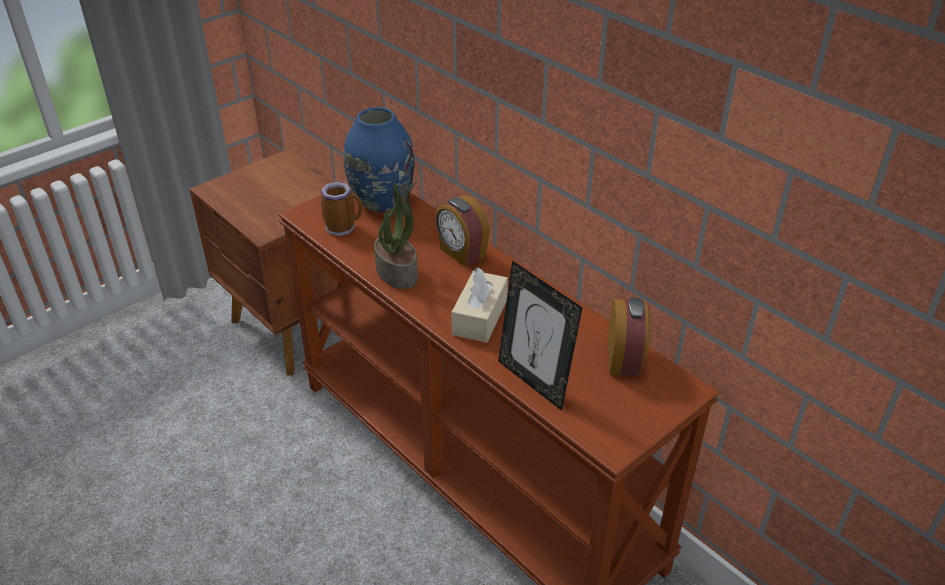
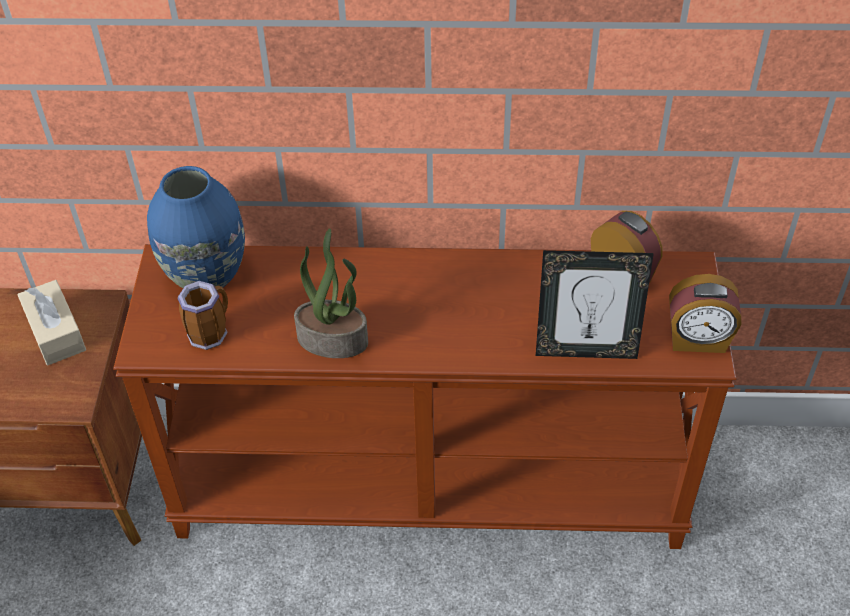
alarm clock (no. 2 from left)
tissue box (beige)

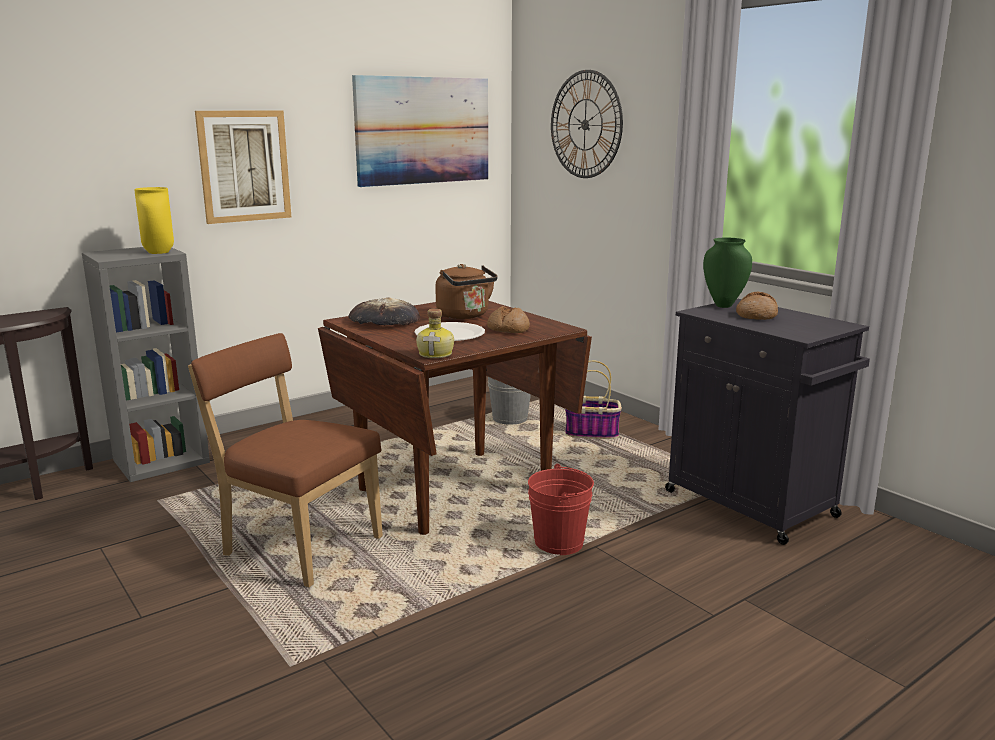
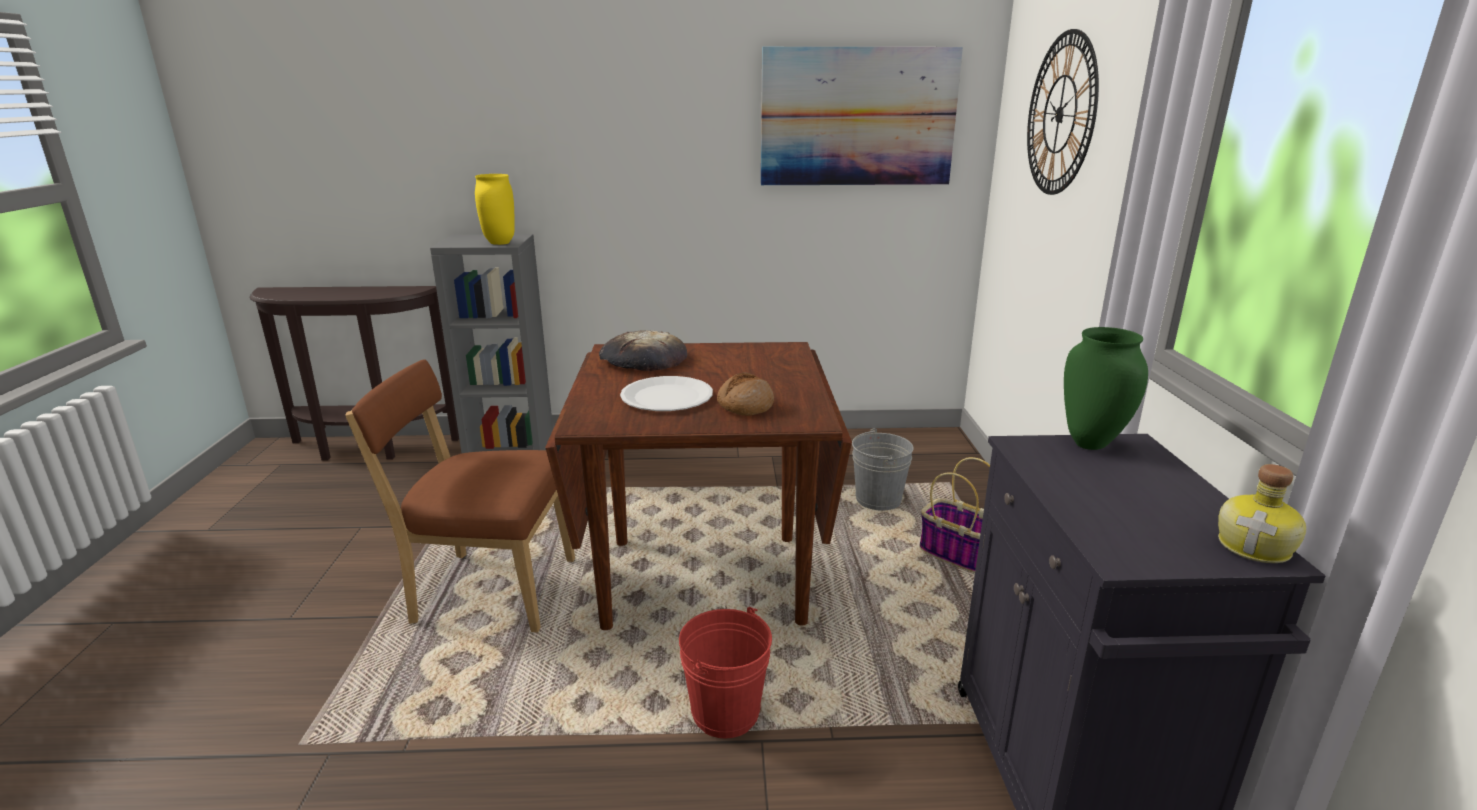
picture (no. 1 from left in the first image)
kettle (brown)
bread (no. 3 from left in the first image)
bottle
chair (brown)

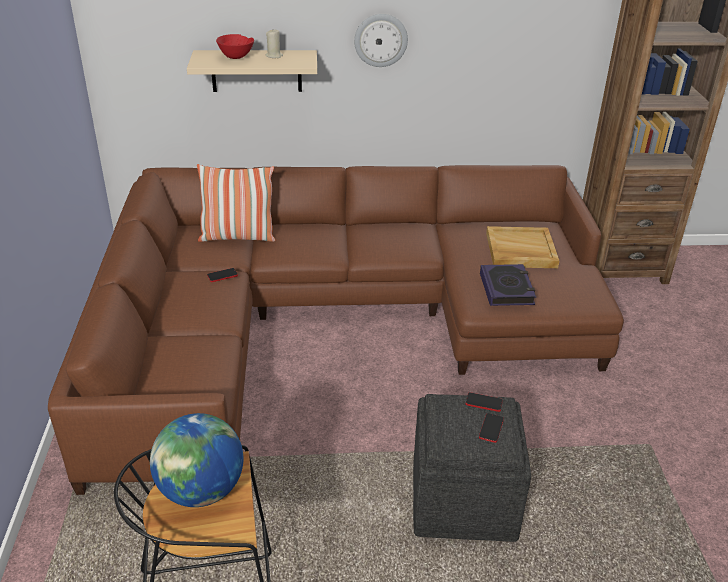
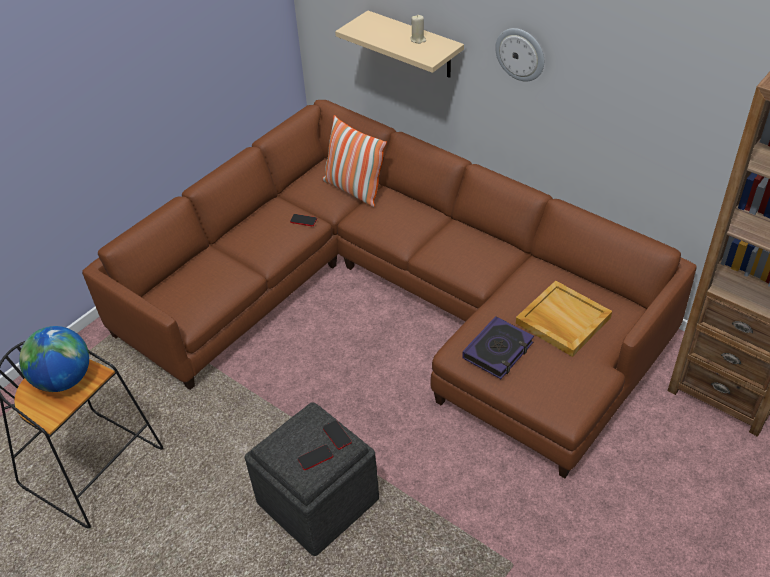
bowl (red)

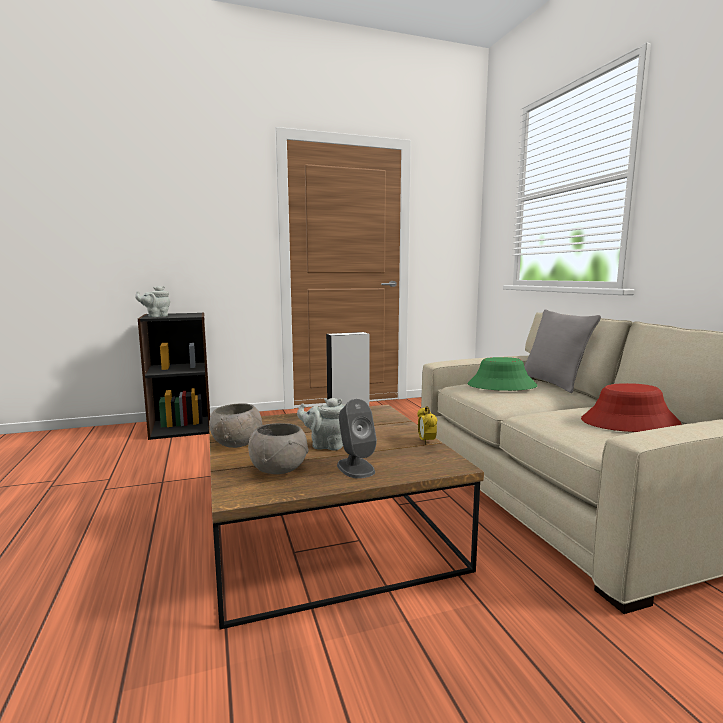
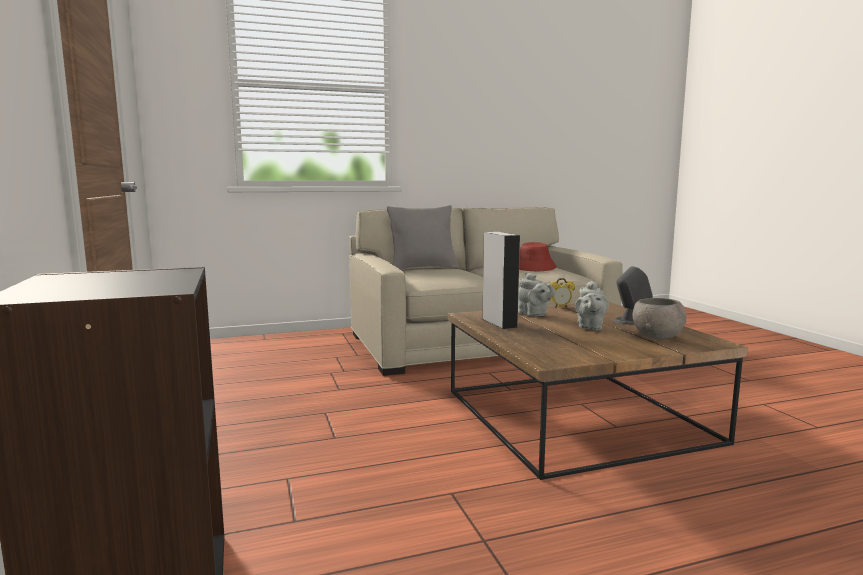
bowl (grey) (no. 1 from left in the first image)
hat (green)
teapot (grey) (no. 1 from left)

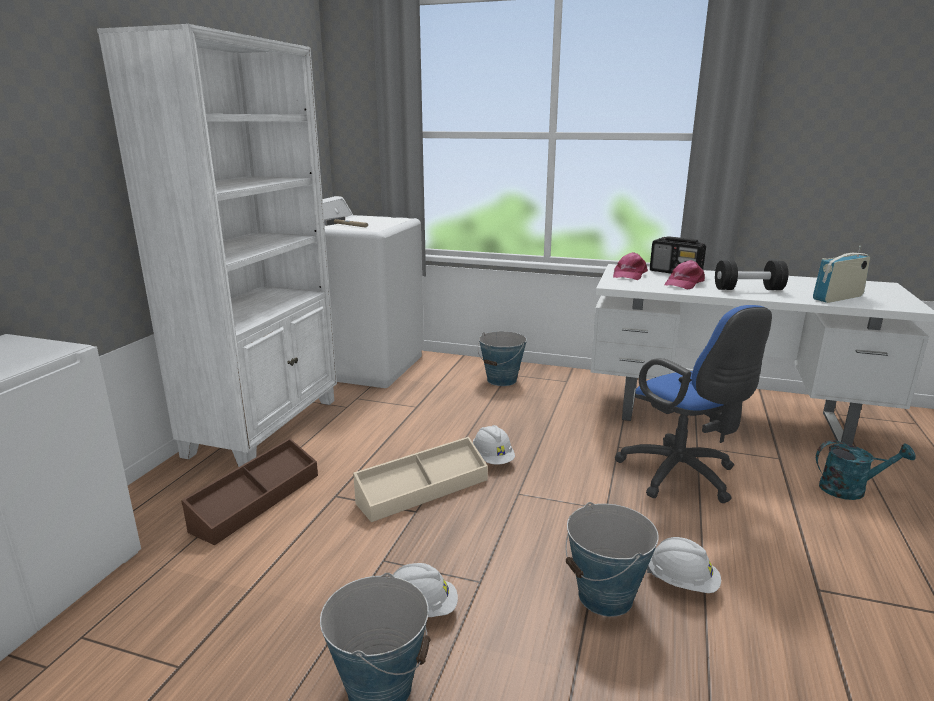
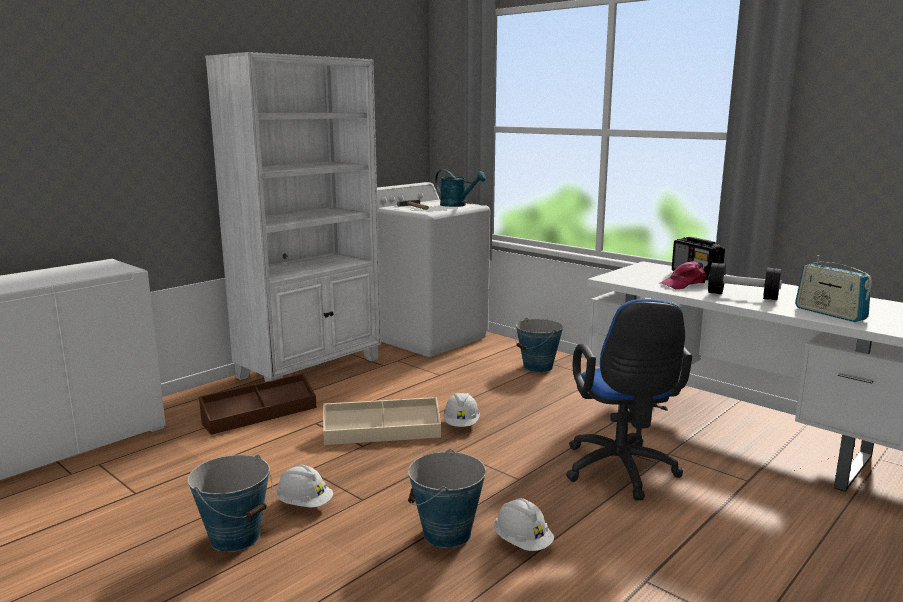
cap (pink) (no. 1 from left in the first image)
watering can (turquoise)
radio (no. 2 from left)

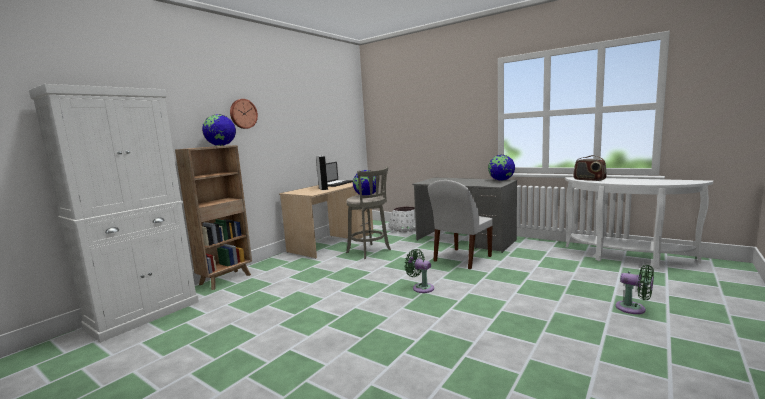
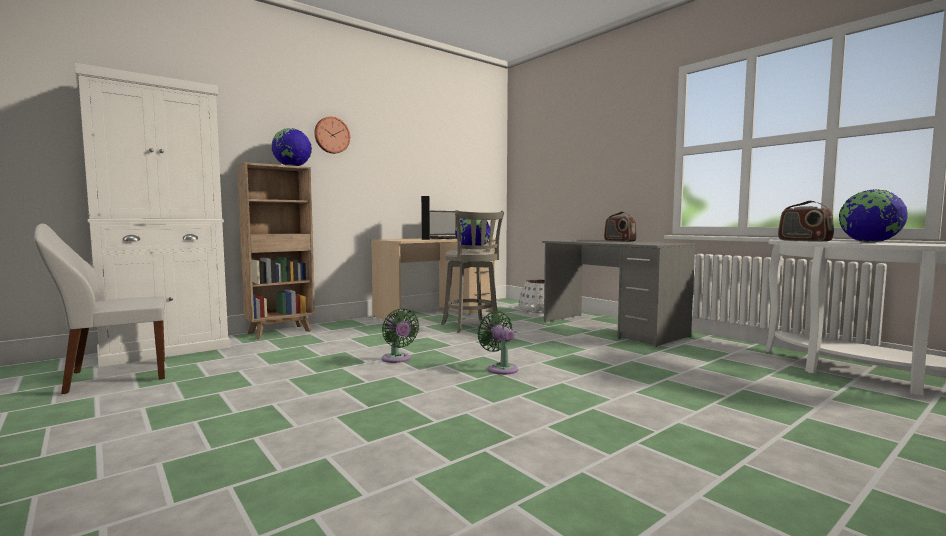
radio (no. 1 from left)
chair (white)
globe (no. 3 from left)
fan (green) (no. 1 from left)

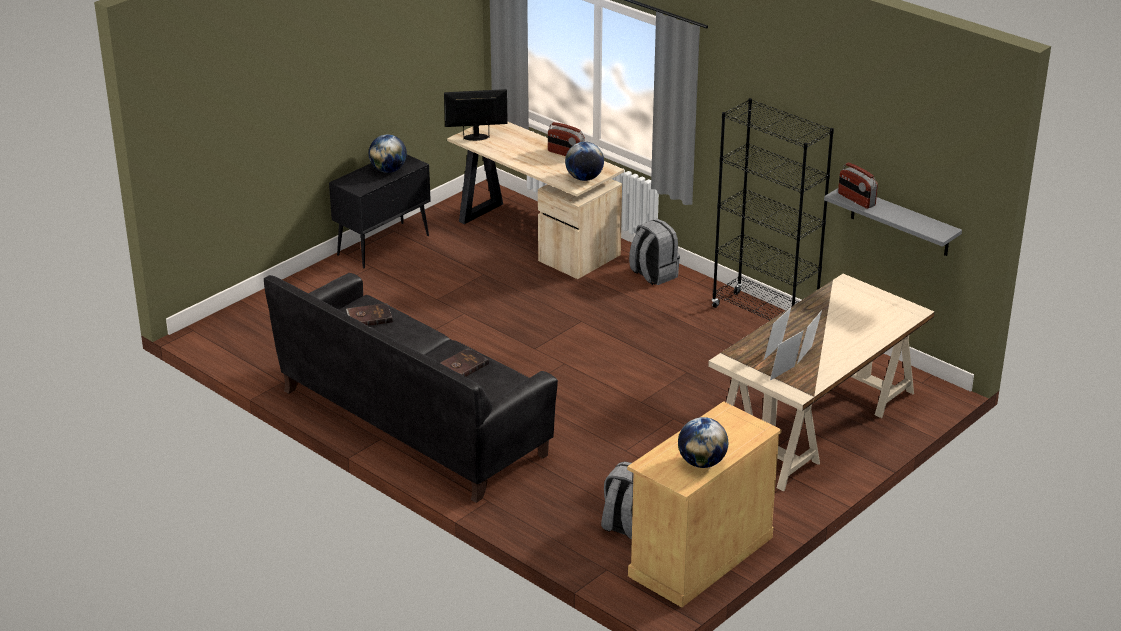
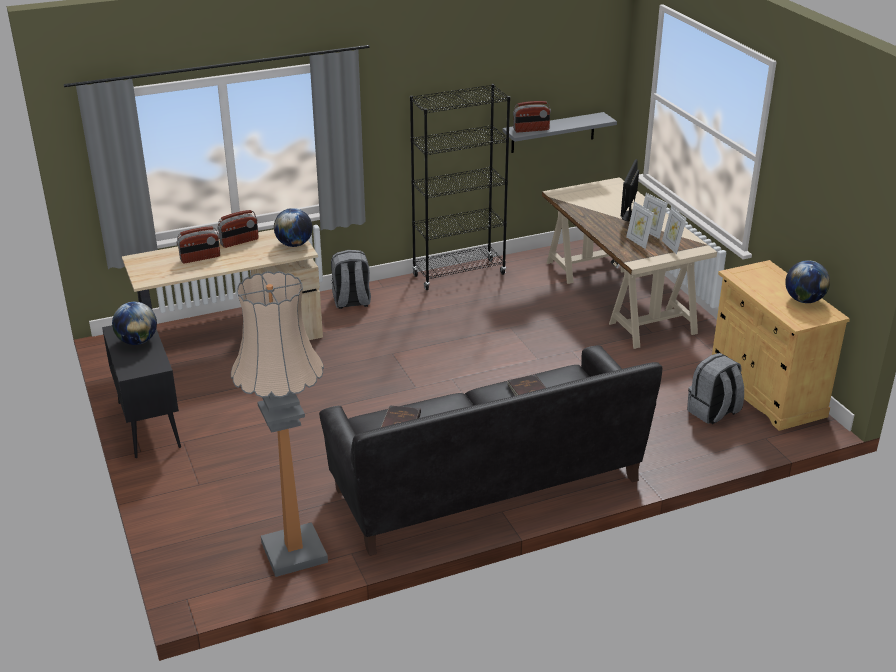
radio (no. 1 from left)
floor lamp
monitor

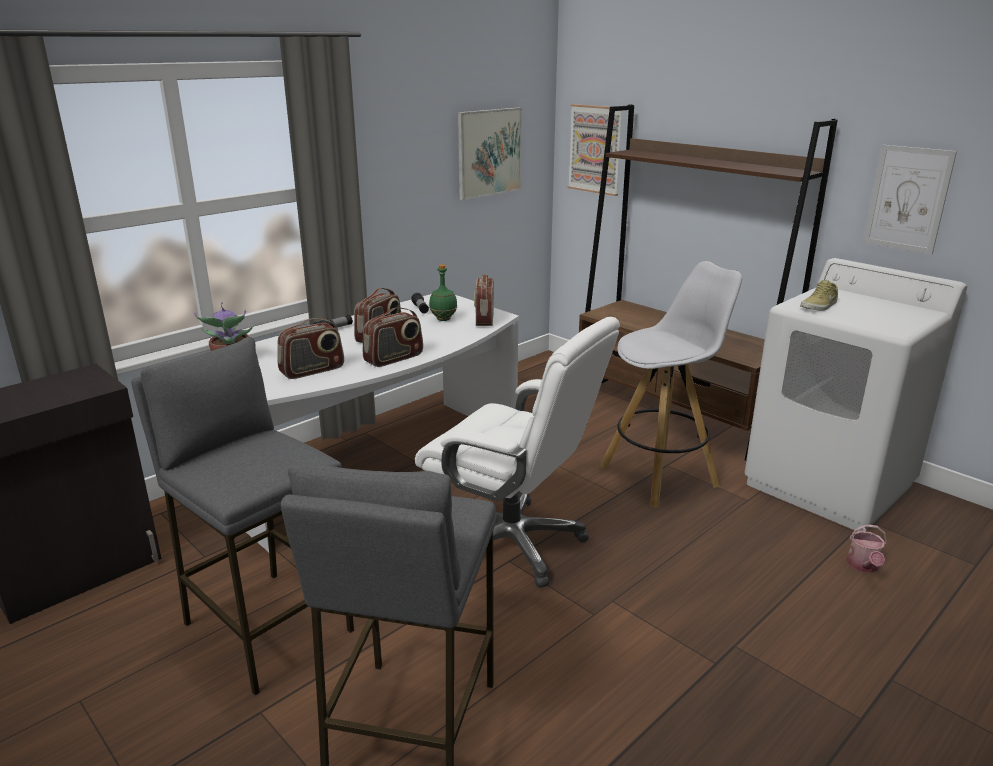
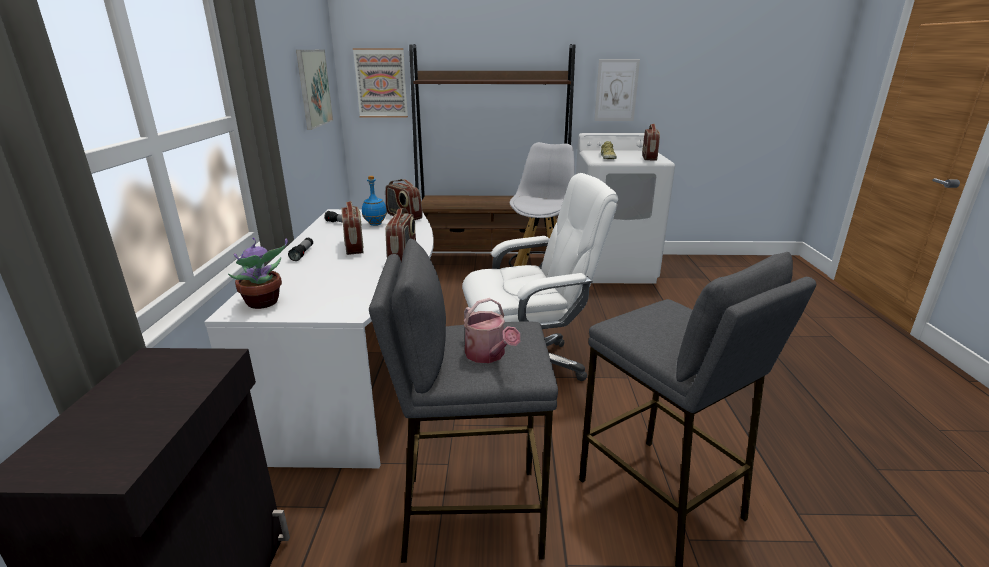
radio (no. 4 from left)
watering can
bottle (blue)

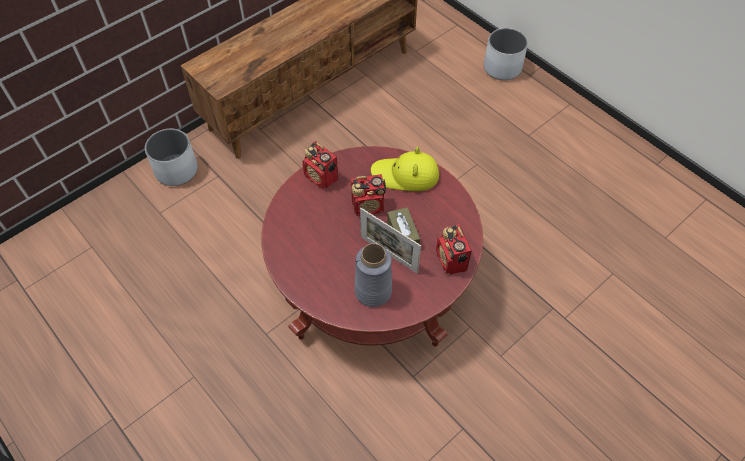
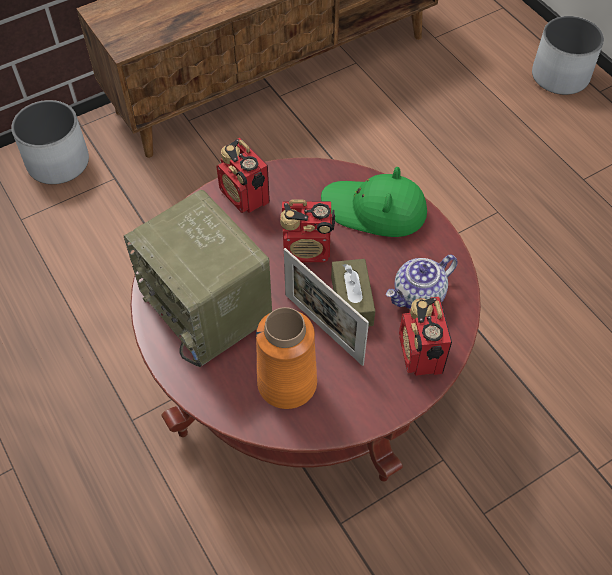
radio (no. 1 from left)
teapot
vase (orange)
hat (green)

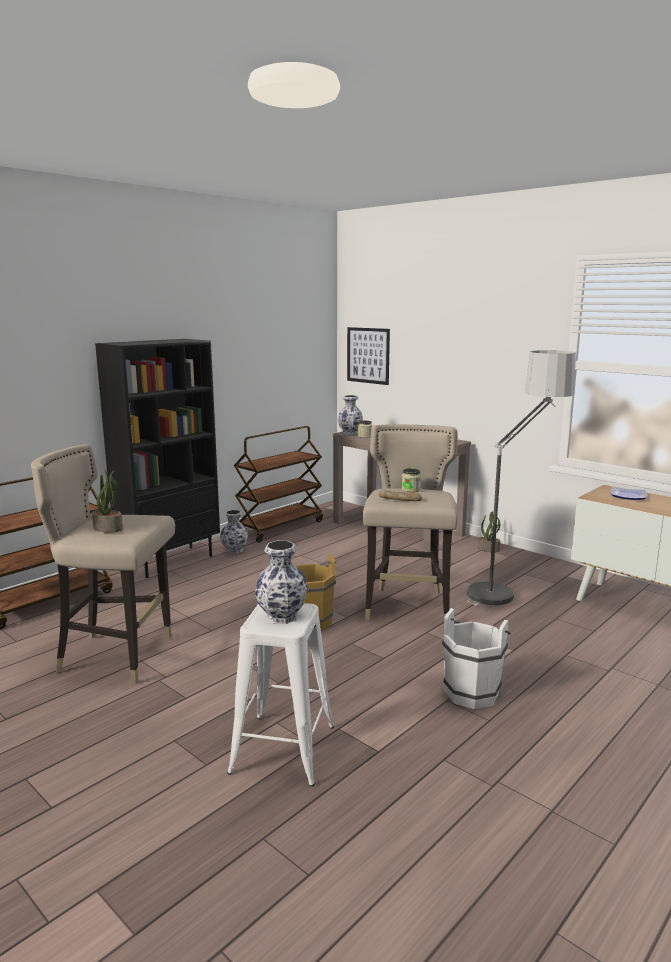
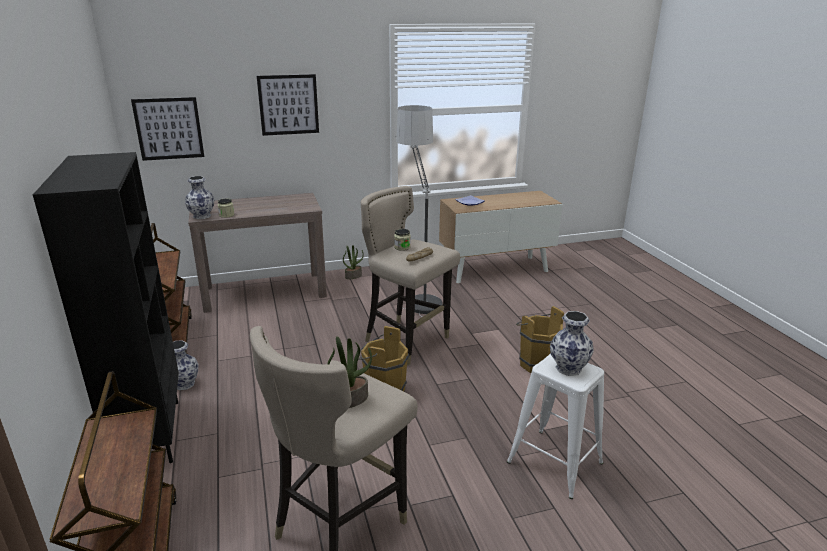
picture (no. 2 from left)
bucket (brown) (no. 2 from left)

